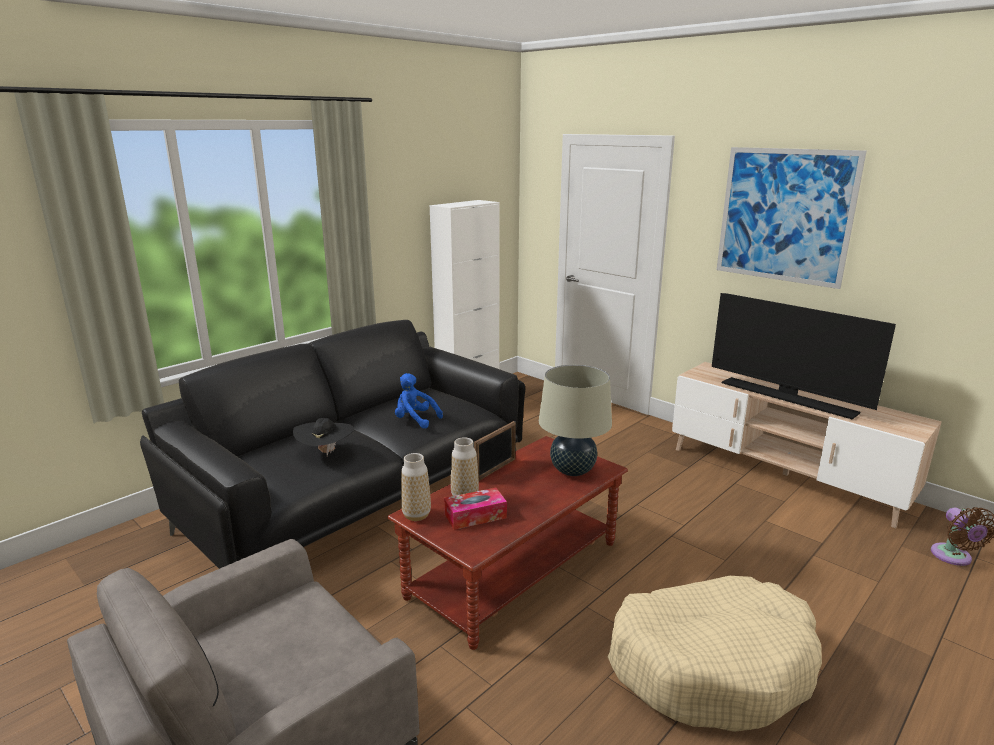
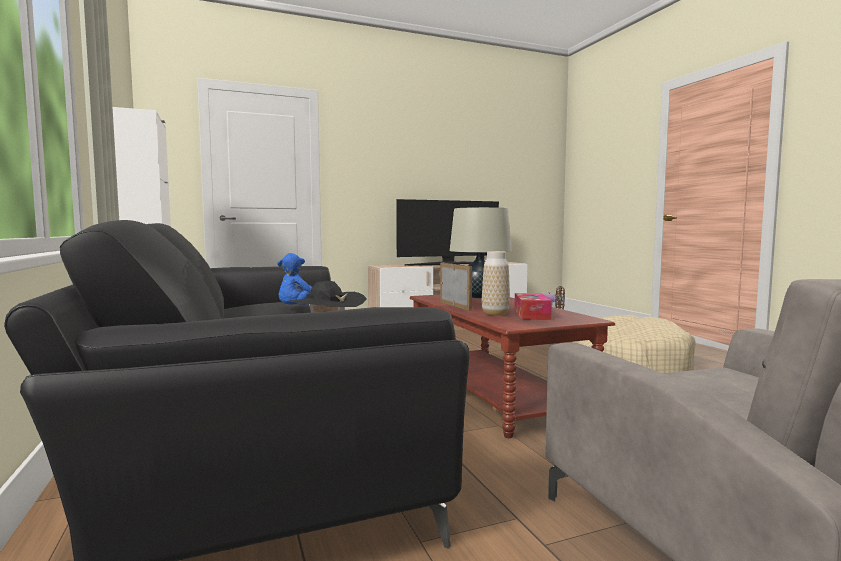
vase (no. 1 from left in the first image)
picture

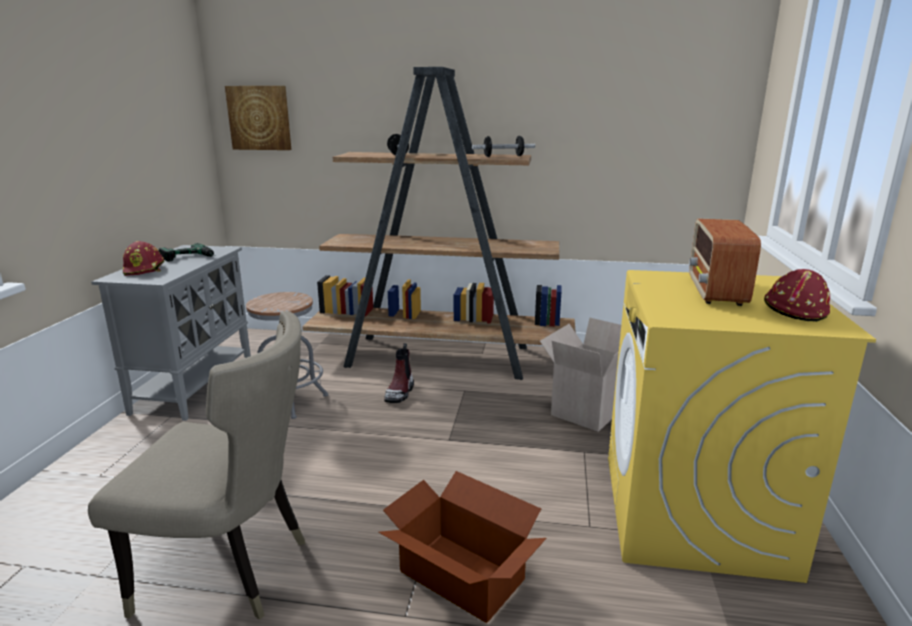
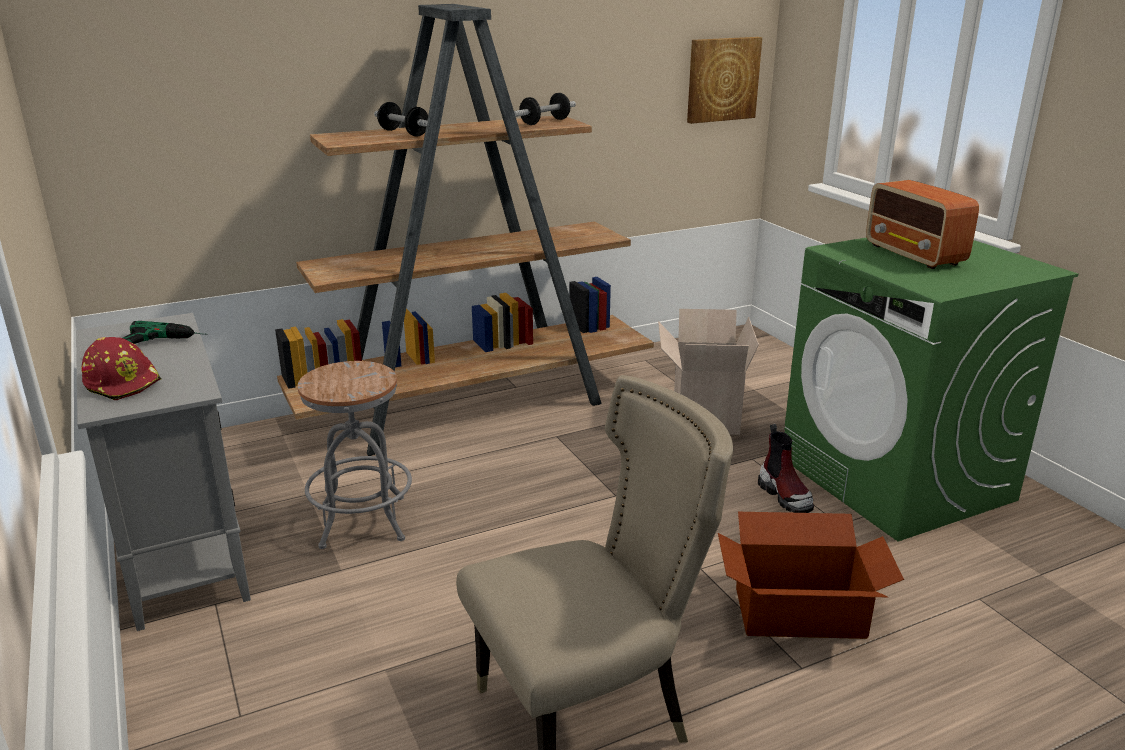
hard hat (red) (no. 2 from left in the first image)
picture
boot
washing machine (green)

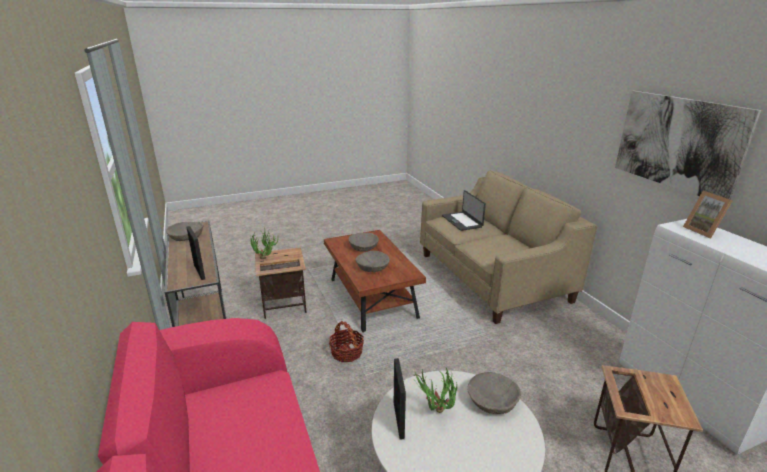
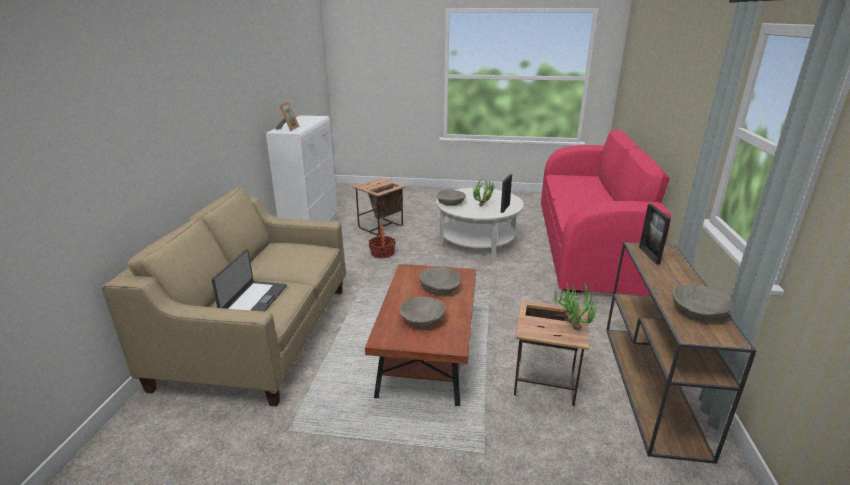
picture
basket

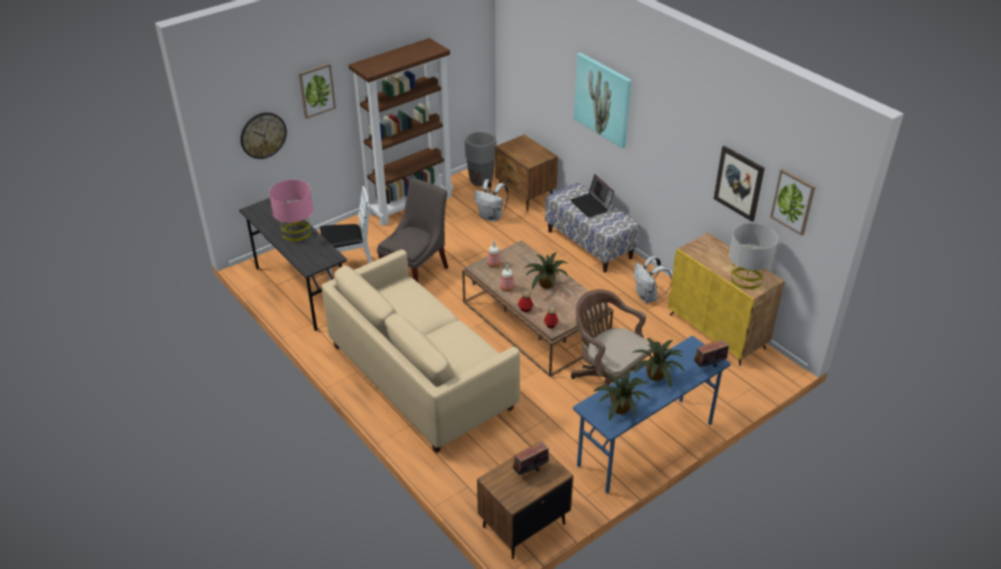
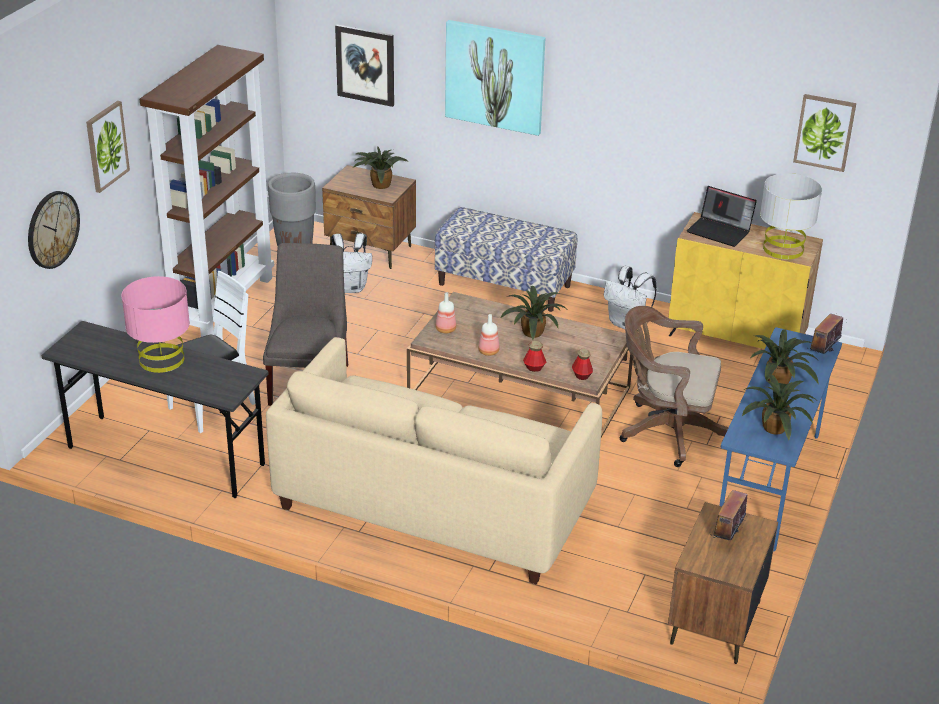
potted plant (no. 1 from left)
laptop
picture (no. 2 from left)

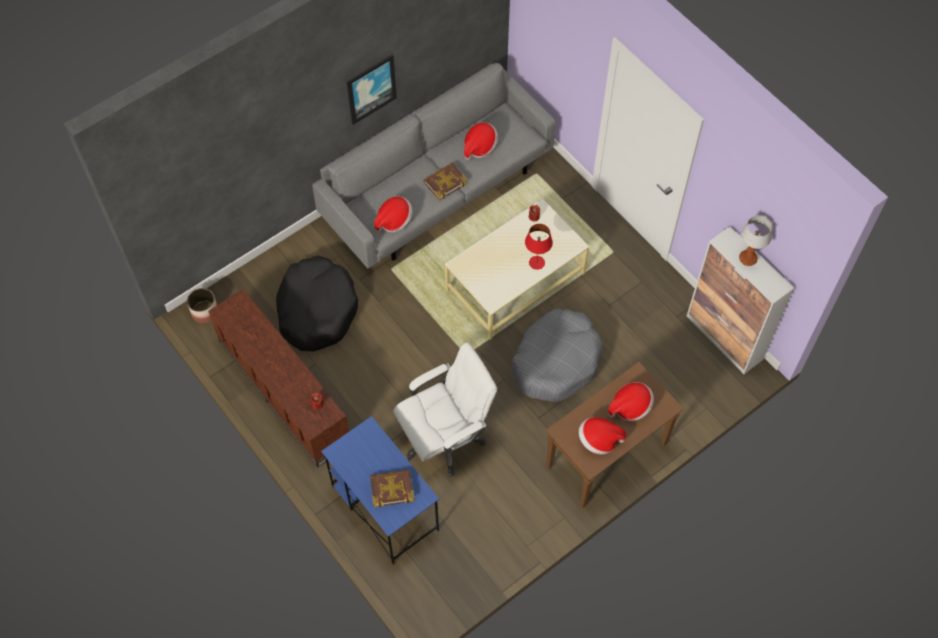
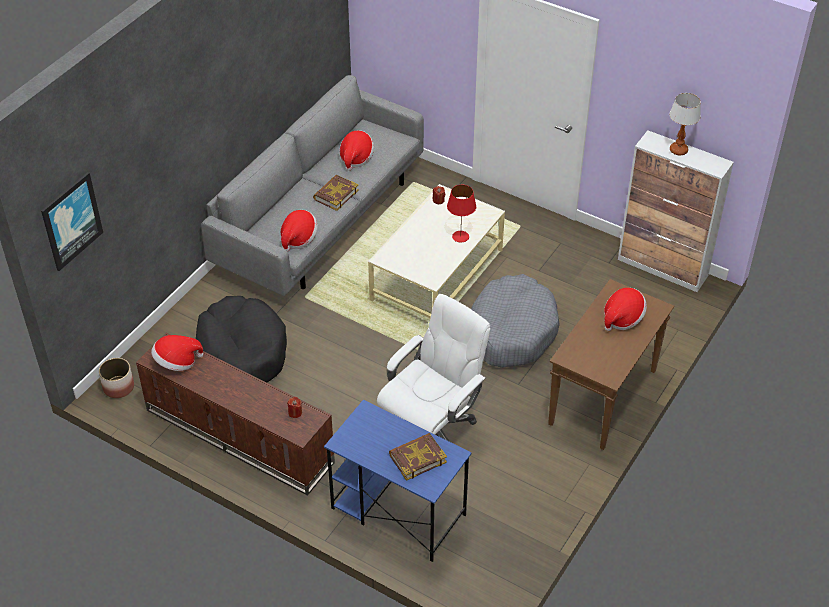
picture
hat (no. 1 from left)

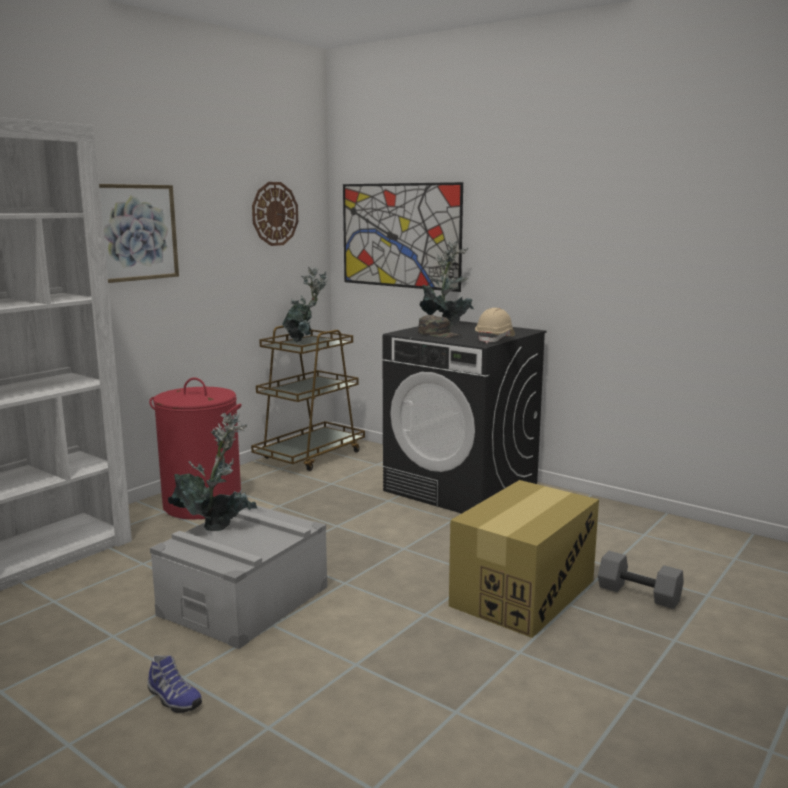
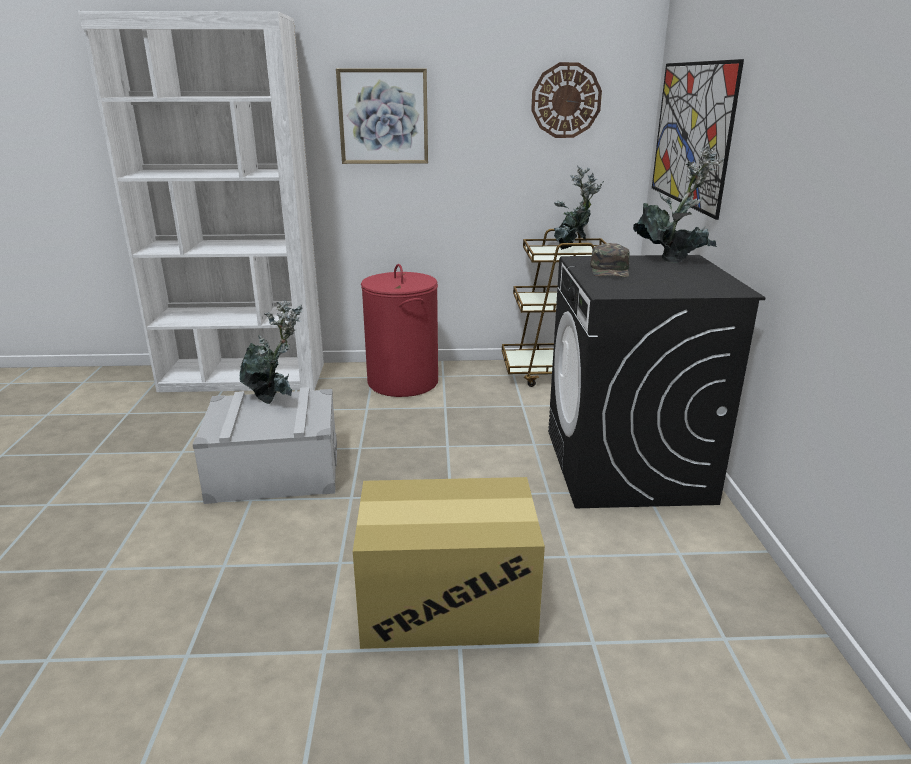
shoe
hard hat (beige)
dumbbell (grey)

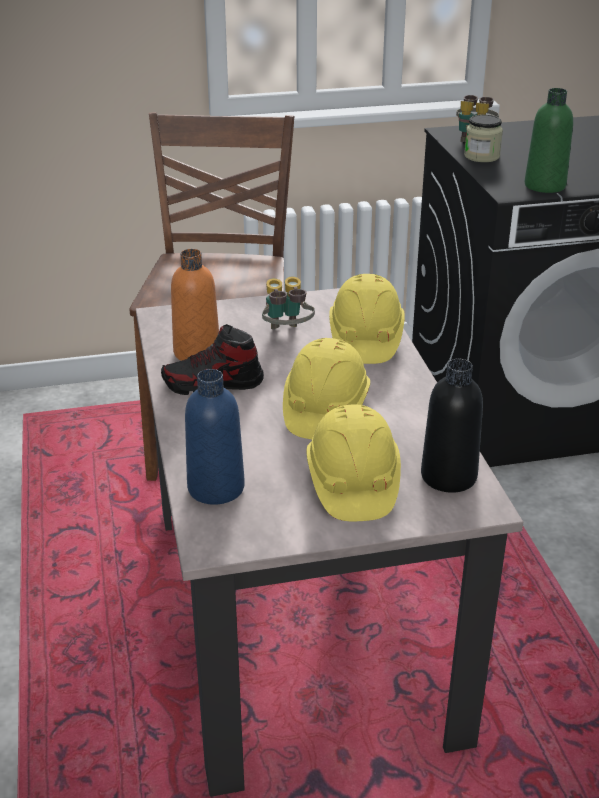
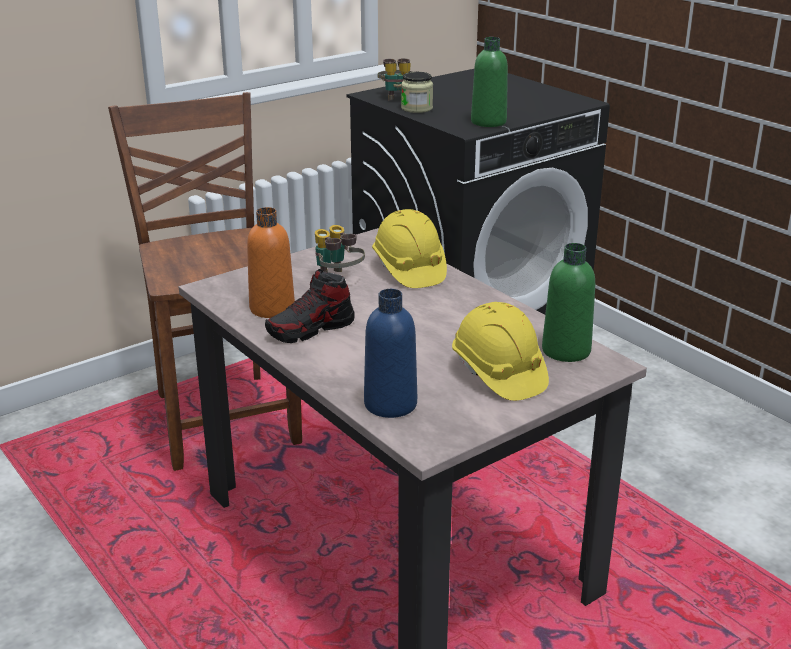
hard hat (yellow) (no. 1 from left in the first image)
bottle (green) (no. 2 from left)

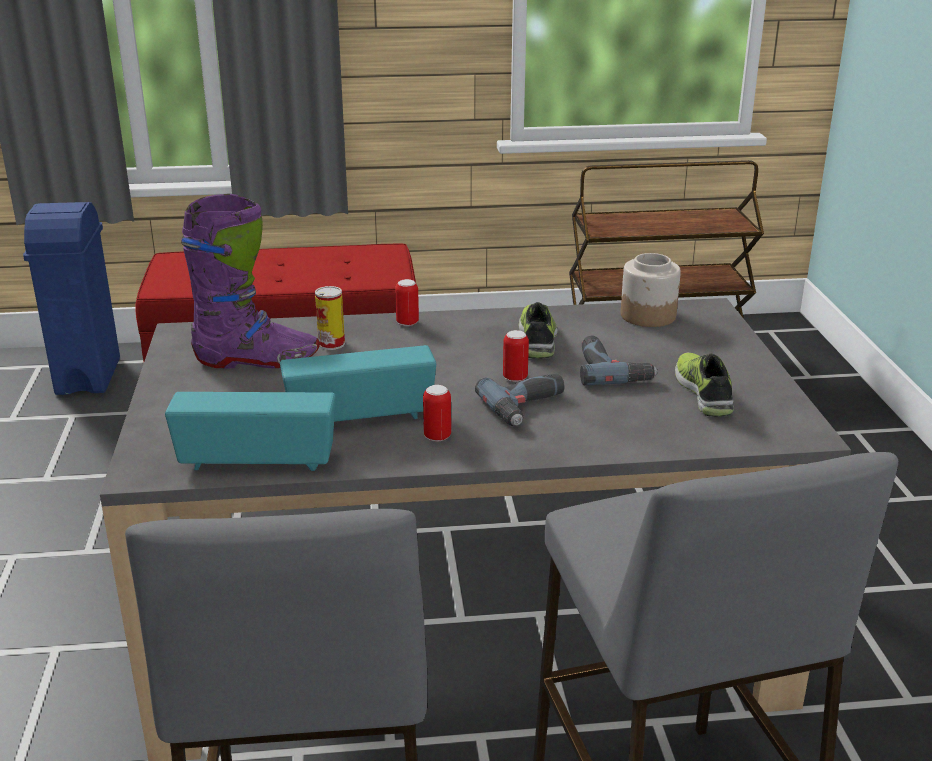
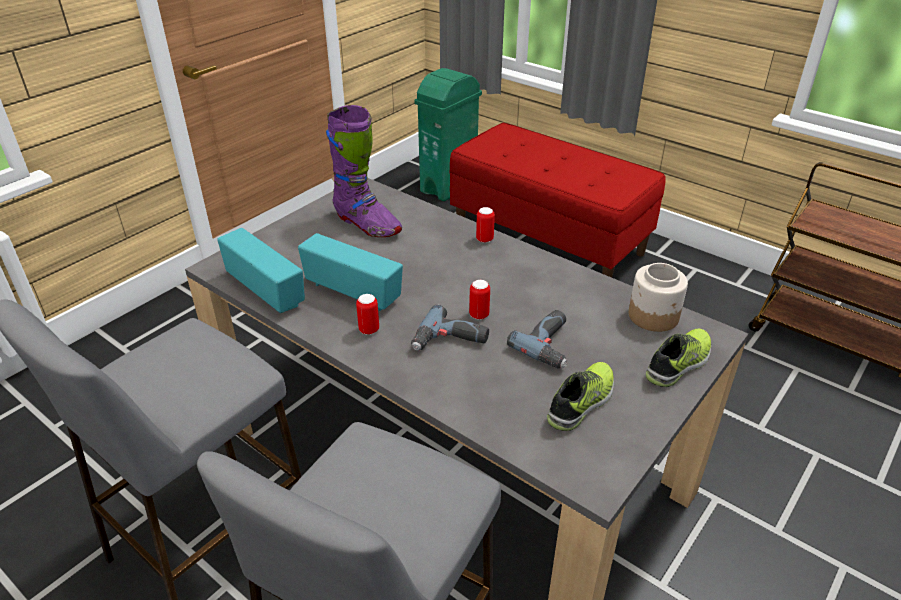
can (no. 1 from left in the first image)
shoe (no. 2 from left)
trash can (green)

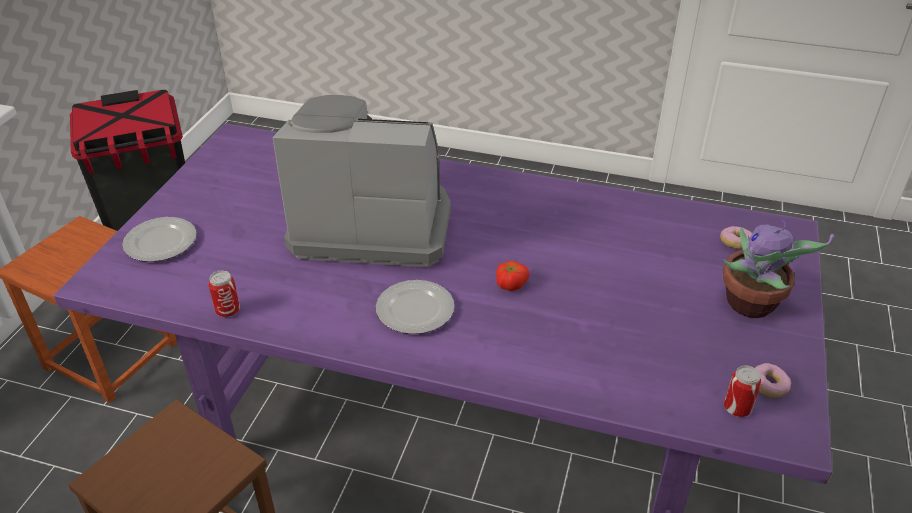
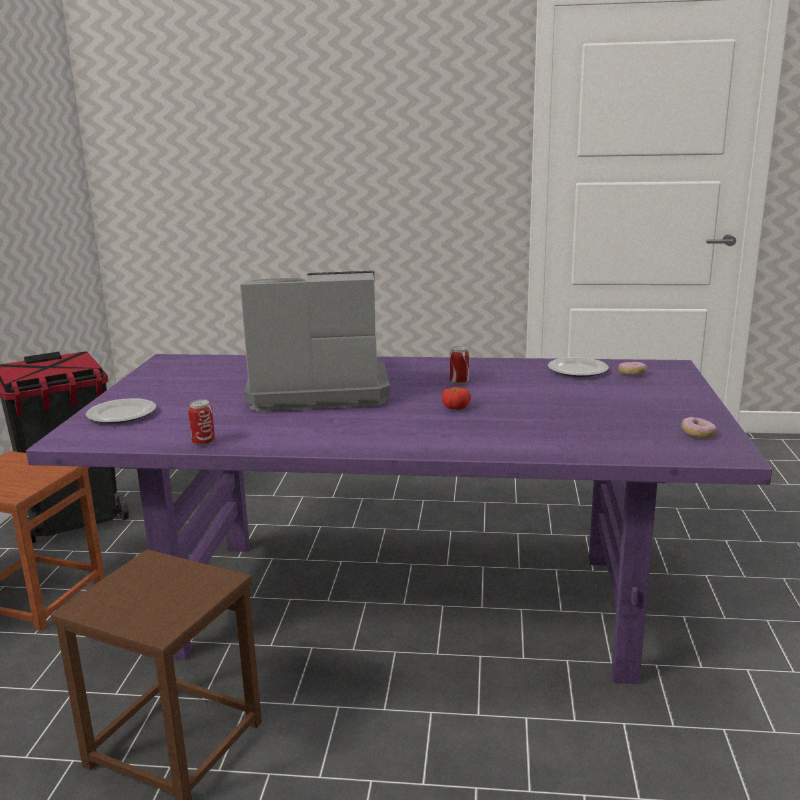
potted plant
plate (no. 2 from left)
can (no. 2 from left)

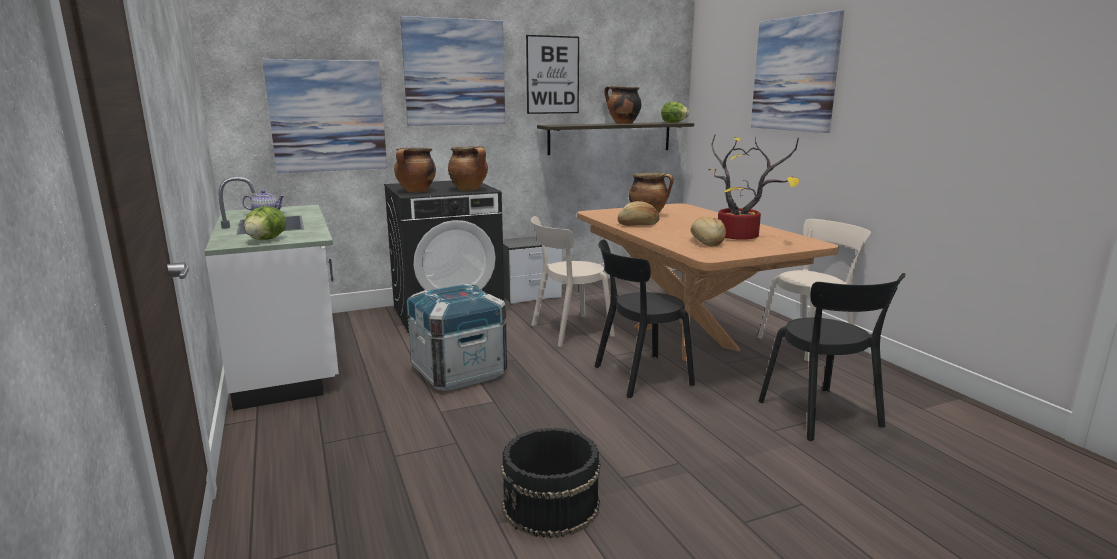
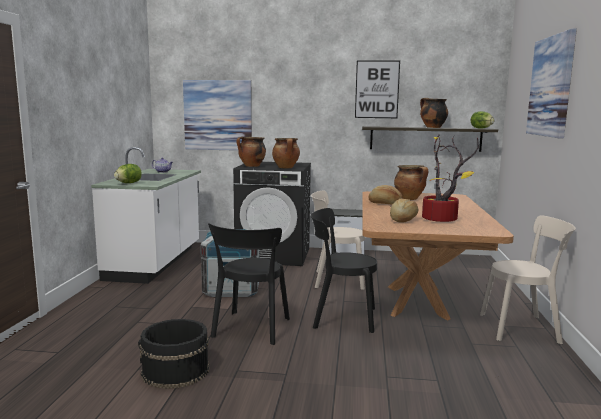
picture (no. 2 from left in the first image)
chair (black) (no. 1 from left)

